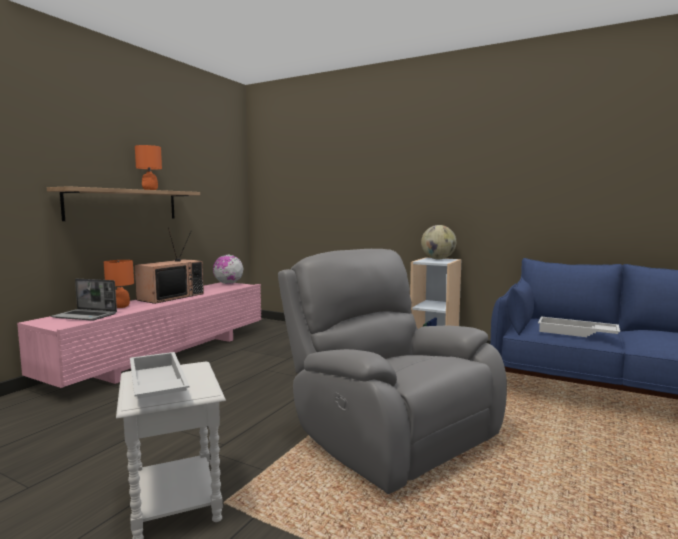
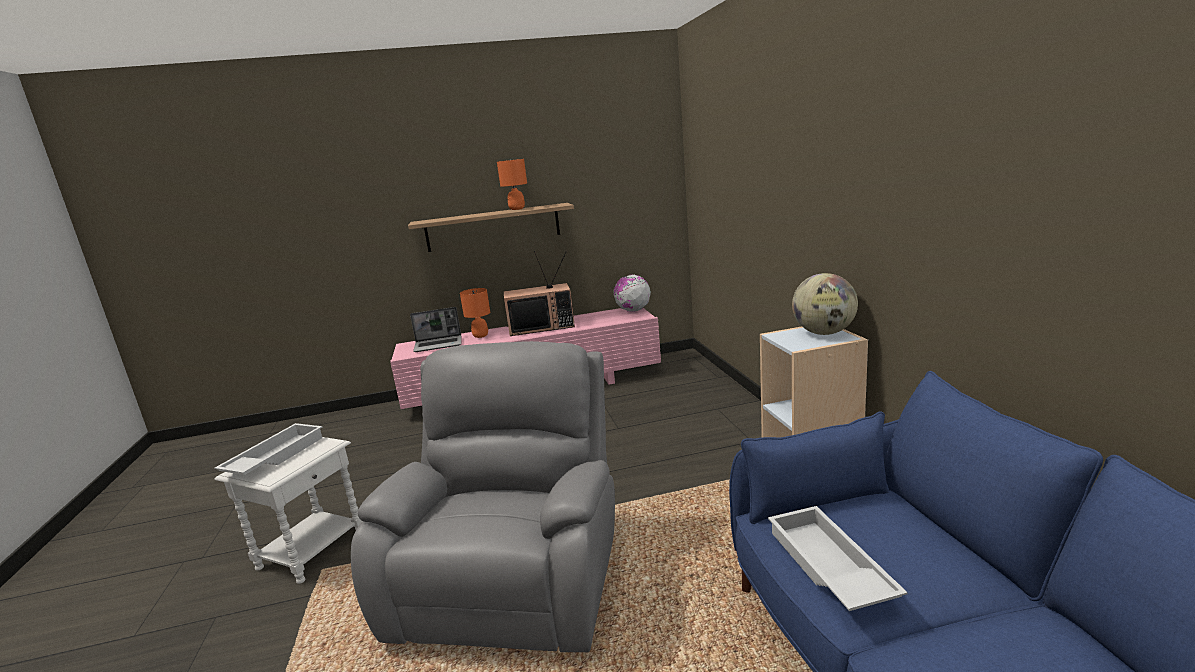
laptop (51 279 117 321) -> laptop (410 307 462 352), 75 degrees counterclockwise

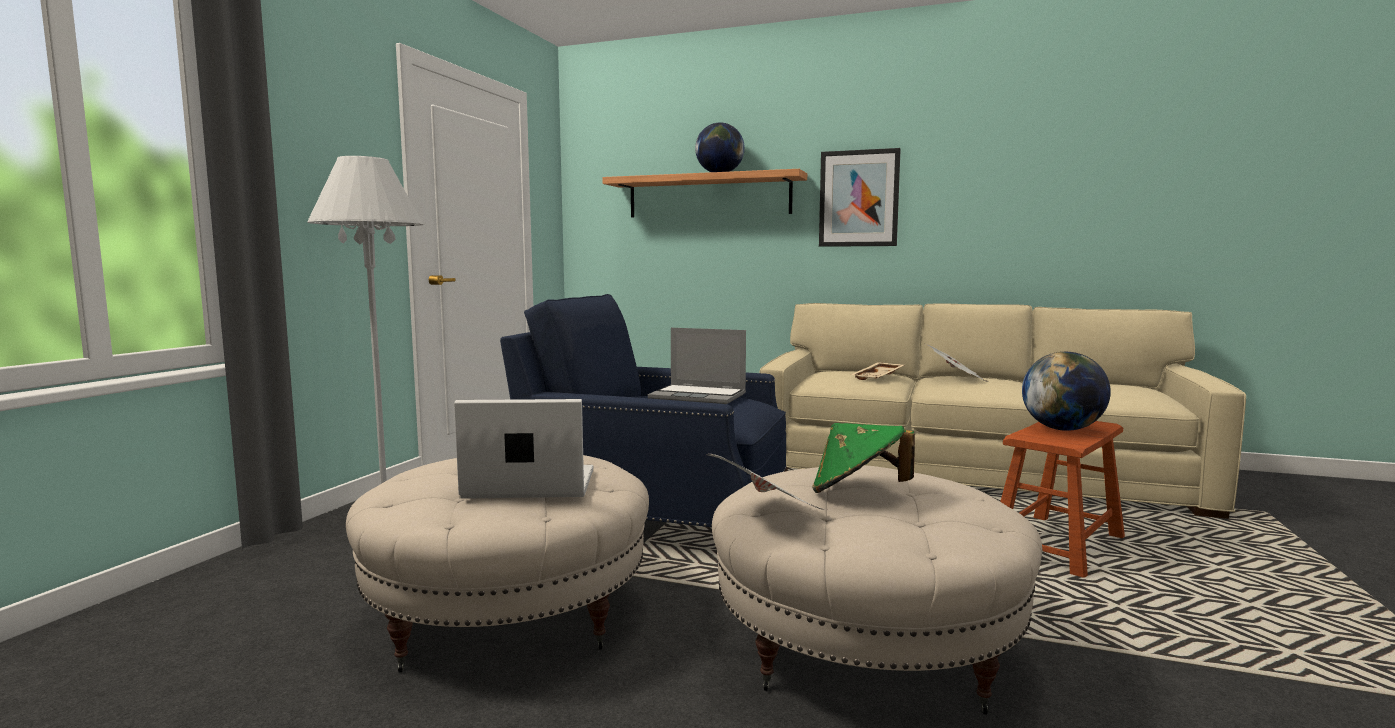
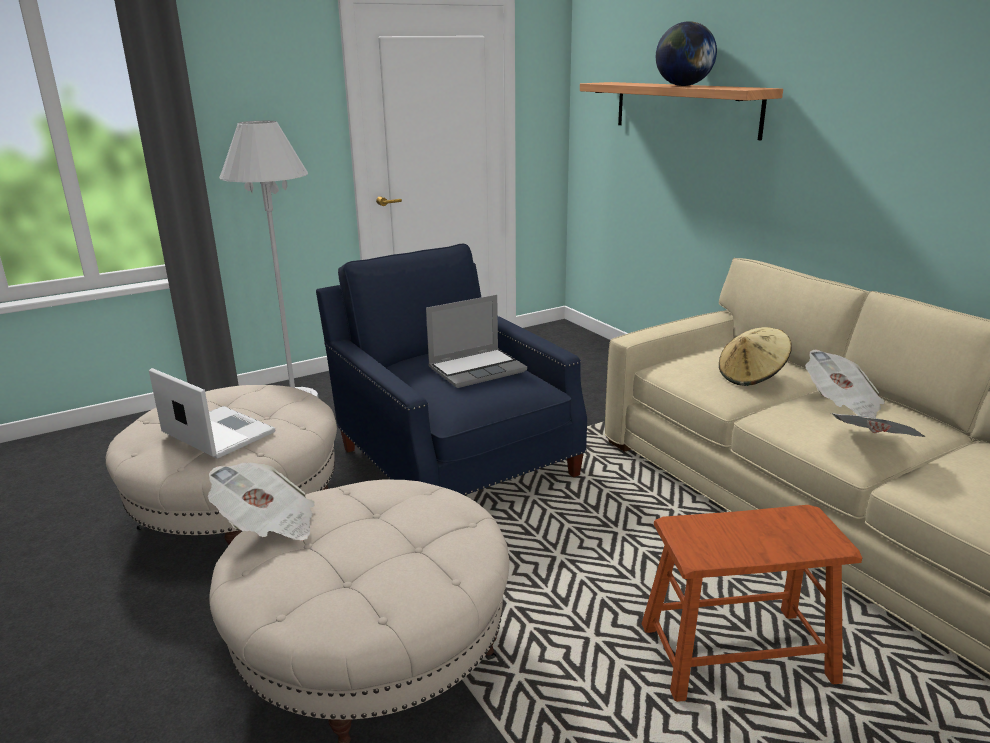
laptop (648 328 746 404) -> laptop (426 295 527 388), 90 degrees counterclockwise
kapelusz [zielony] (812 423 915 493) -> none
obraz (819 148 901 247) -> none
taca [beżowy] (851 362 904 380) -> kapelusz [beżowy] (719 327 792 386)
globus (1022 352 1111 431) -> none
none -> gazeta (831 413 925 437)

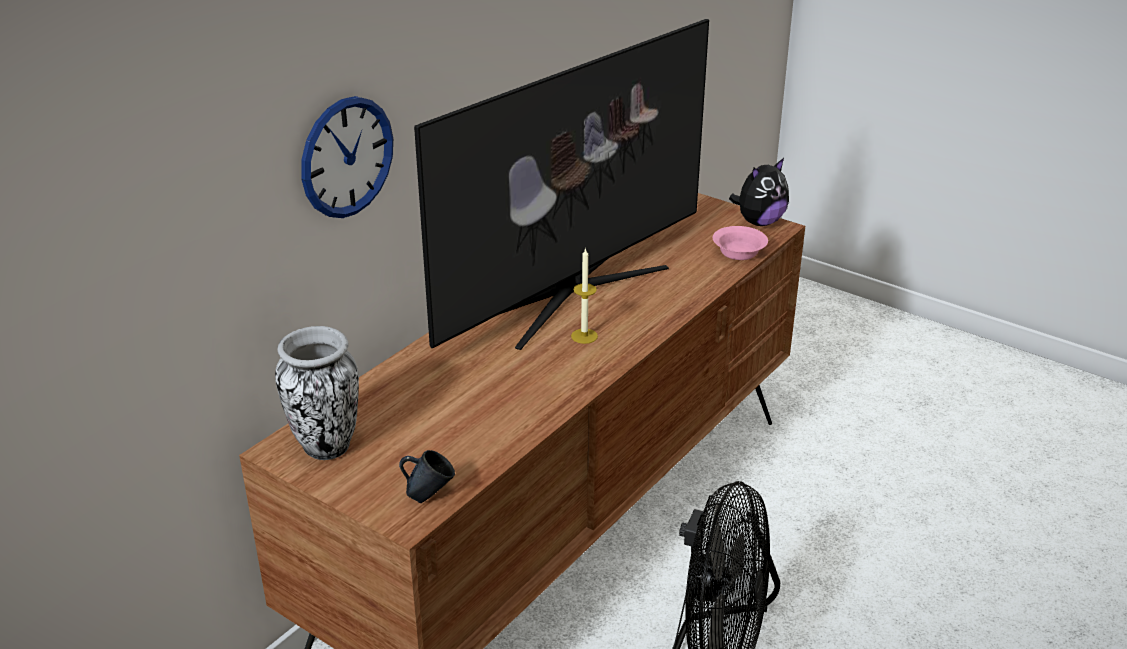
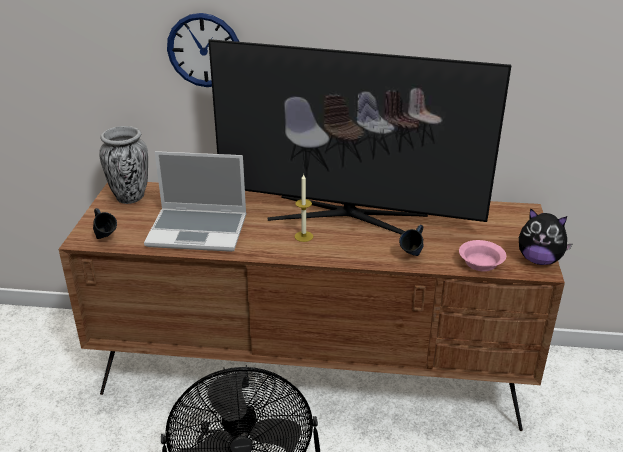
none -> laptop (144 151 246 252)
none -> kubek [niebieski] (399 225 424 256)

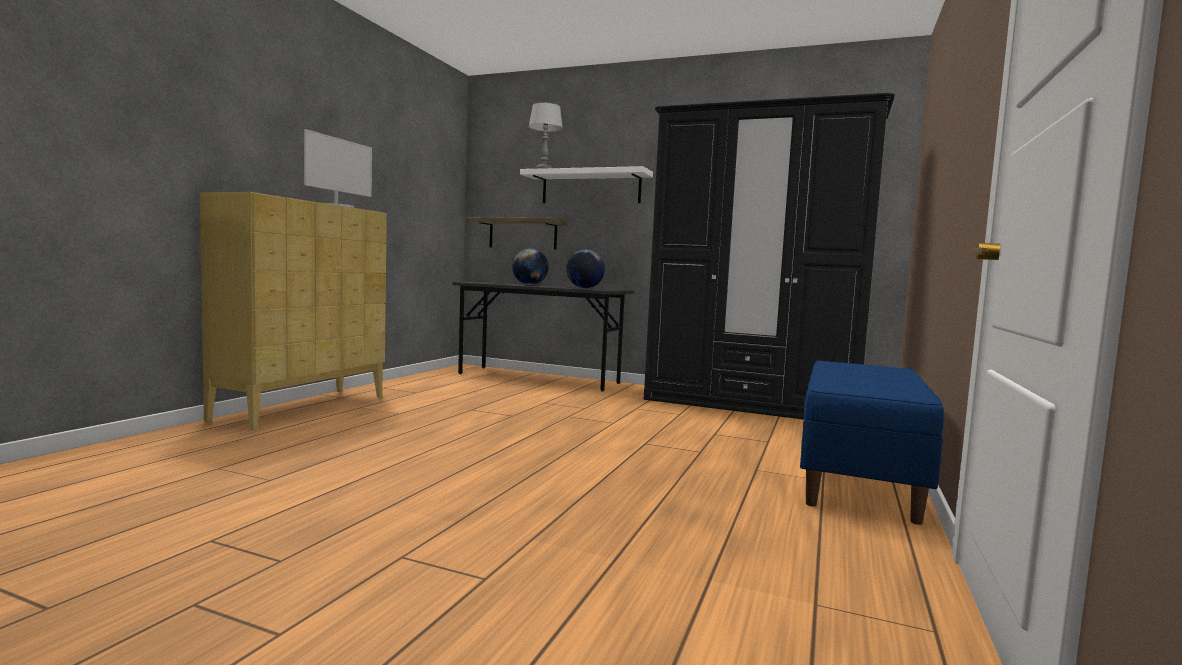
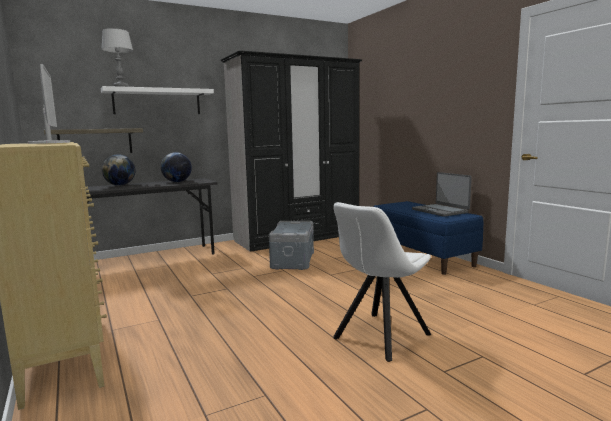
none -> pojemnik do przechowywania [szary] (269 221 314 270)
none -> krzesło [biały] (333 202 431 362)
none -> laptop (412 172 472 217)

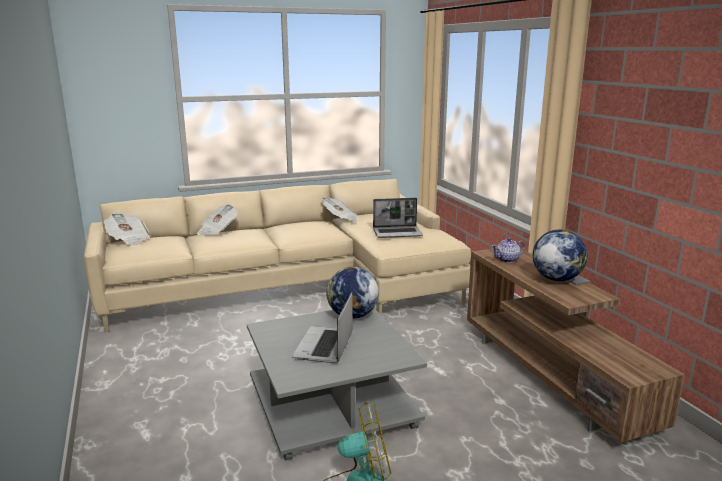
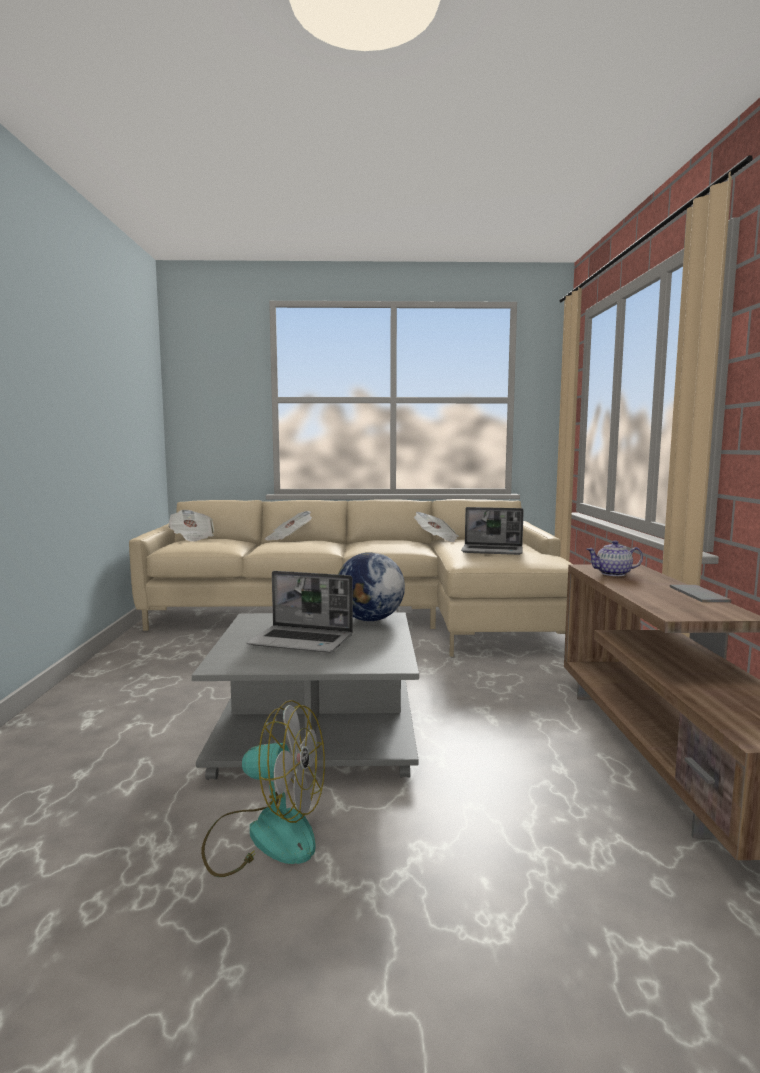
laptop (292 292 353 363) -> laptop (246 571 353 653), 105 degrees counterclockwise
globus (533 229 587 281) -> none

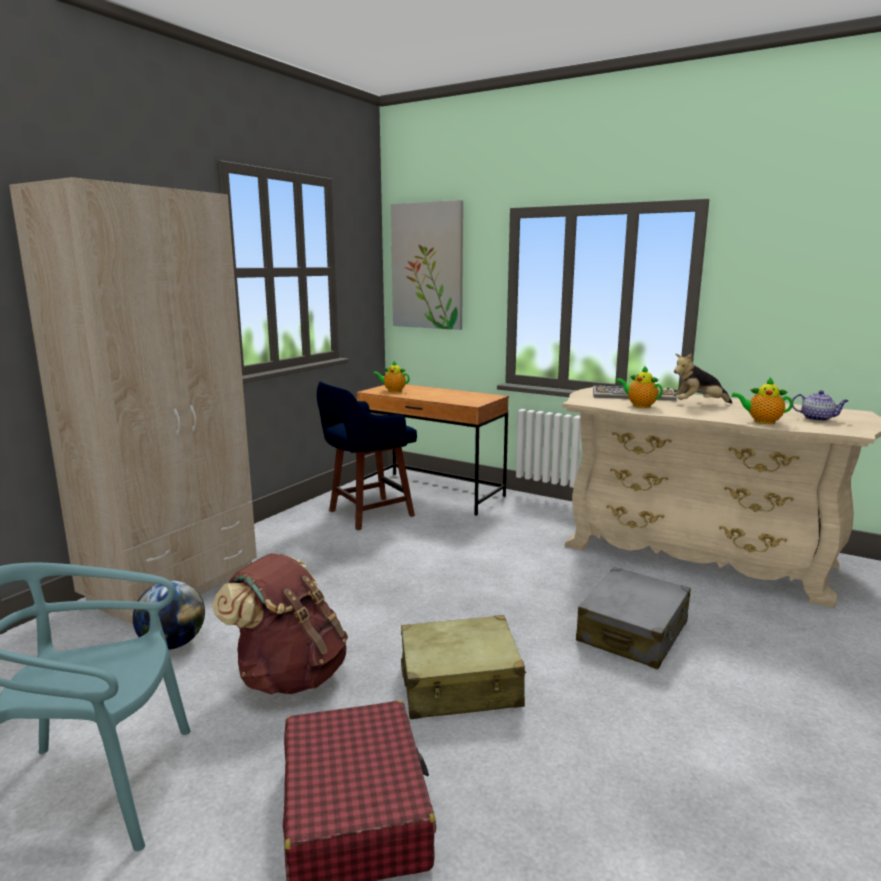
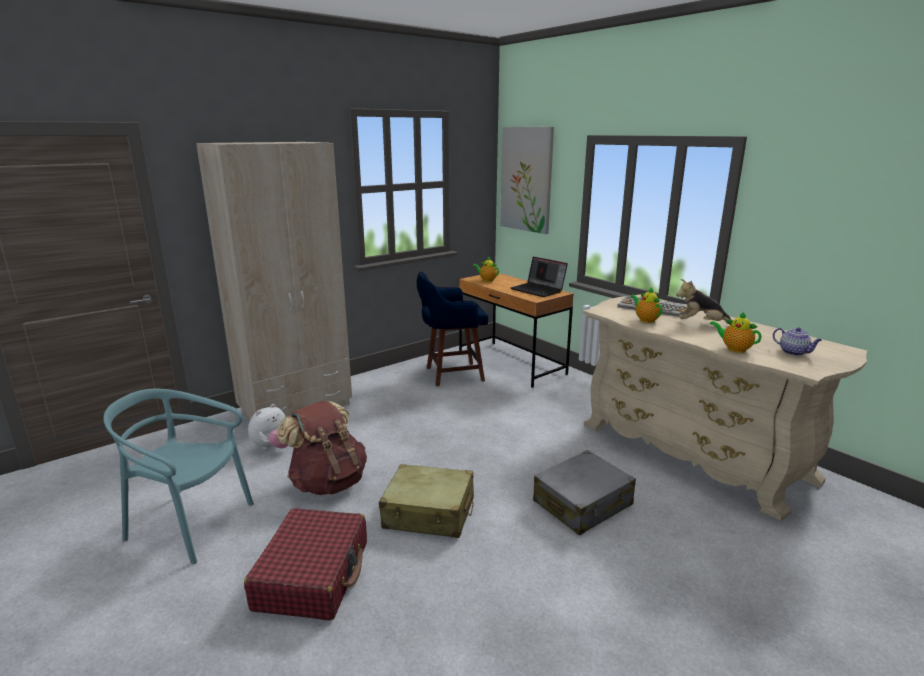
globus (133 581 205 650) -> pluszak (248 404 288 450)
none -> laptop (510 257 568 297)

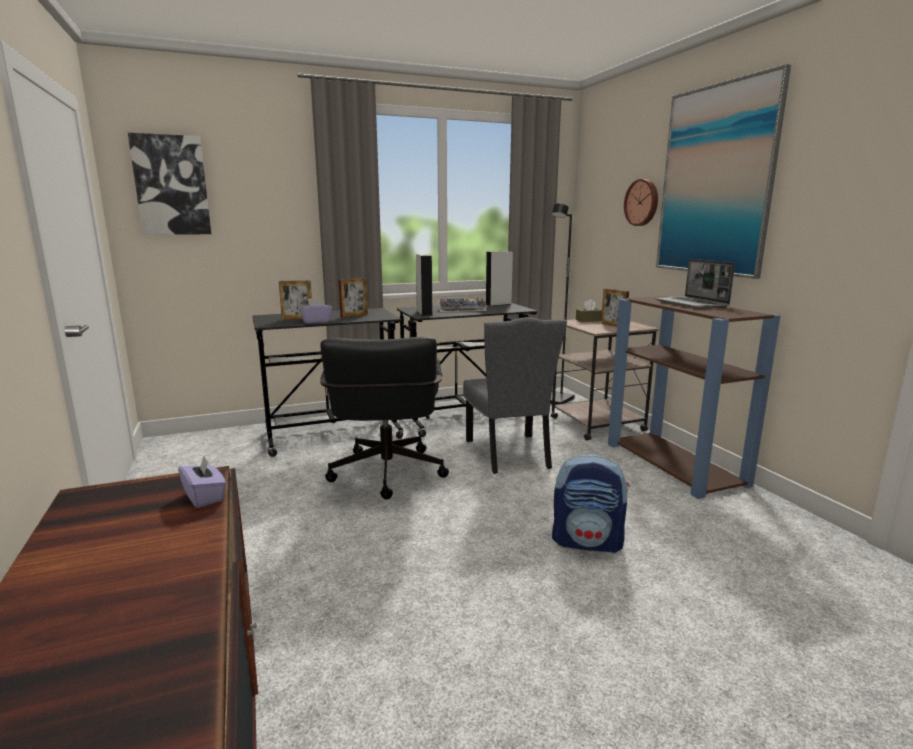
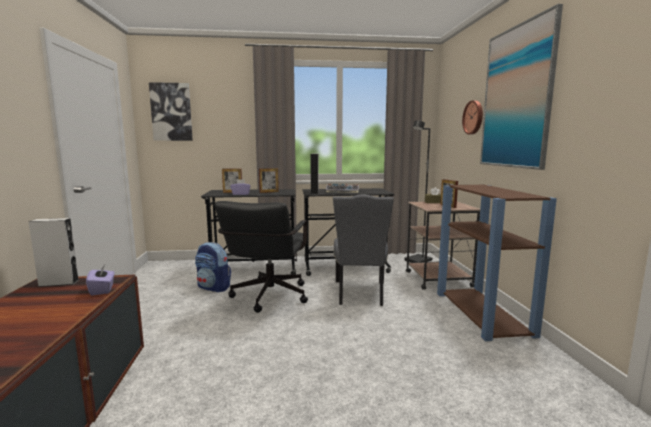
głośnik [szary] (486 251 513 306) -> głośnik [szary] (29 218 79 287), shifted
plecak (552 454 629 553) -> plecak (195 242 231 292), shifted
laptop (655 259 735 309) -> none

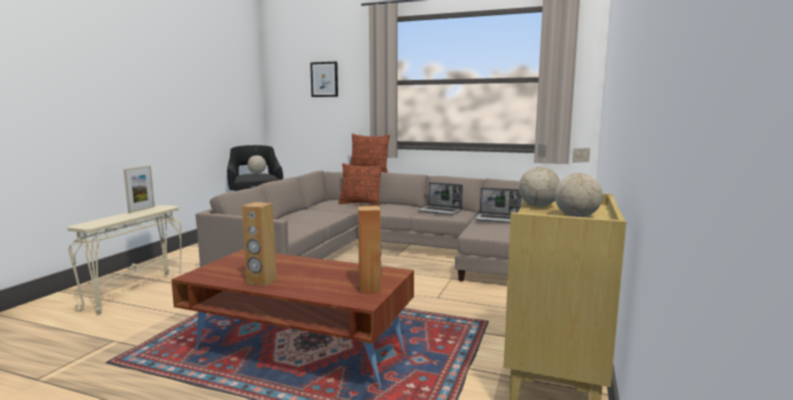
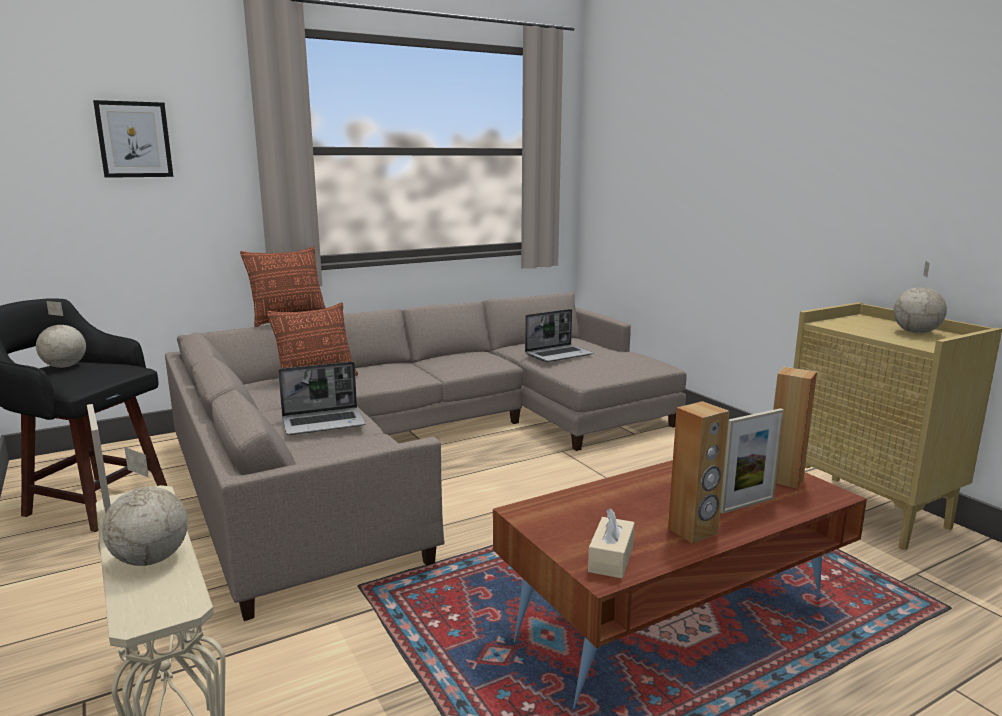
laptop (418 182 463 215) -> laptop (278 361 366 435), shifted
globus (519 144 560 207) -> globus (102 447 188 566), shifted
none -> pudełko chusteczek [beżowy] (588 508 635 578)
none -> ramka na zdjęcie (720 408 784 514)

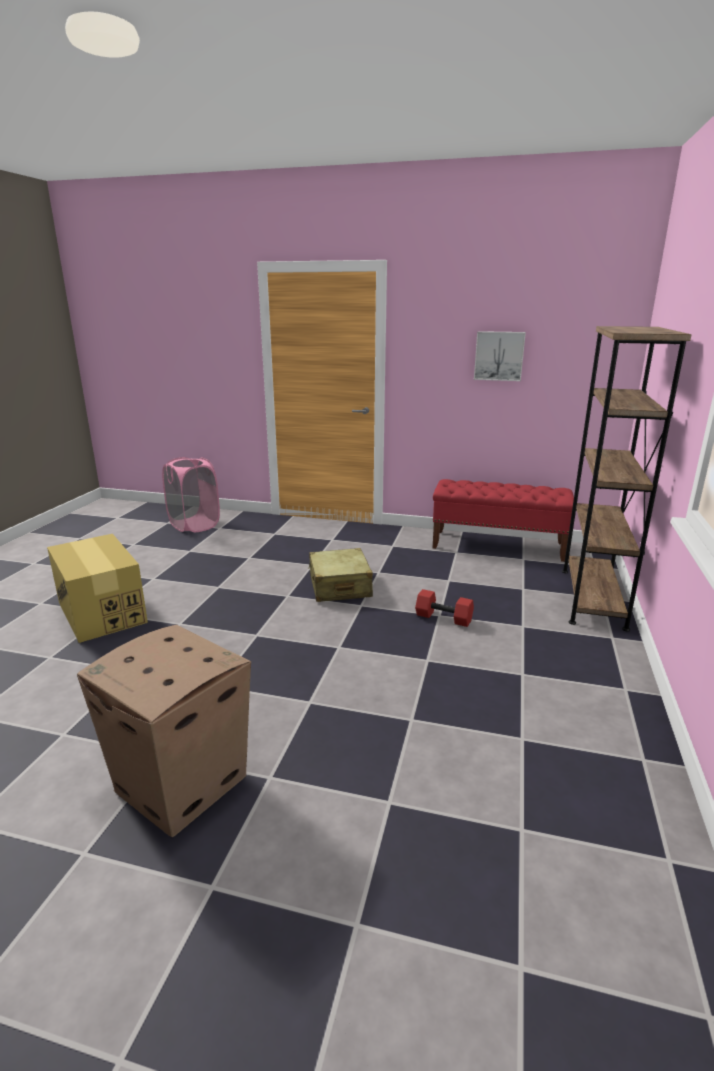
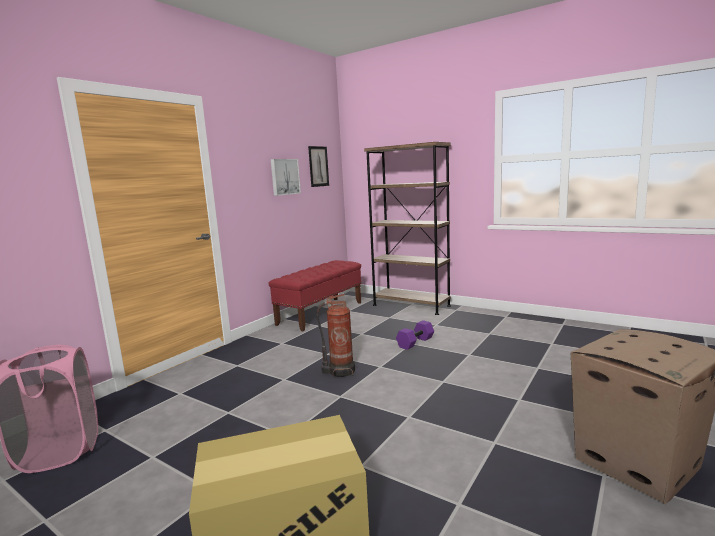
walizka [beżowy] (308 548 373 602) -> gaśnica (316 294 355 377)
hantel [czerwony] (415 589 474 627) -> hantel [fioletowy] (396 320 434 350)
none -> obraz (308 146 329 187)

